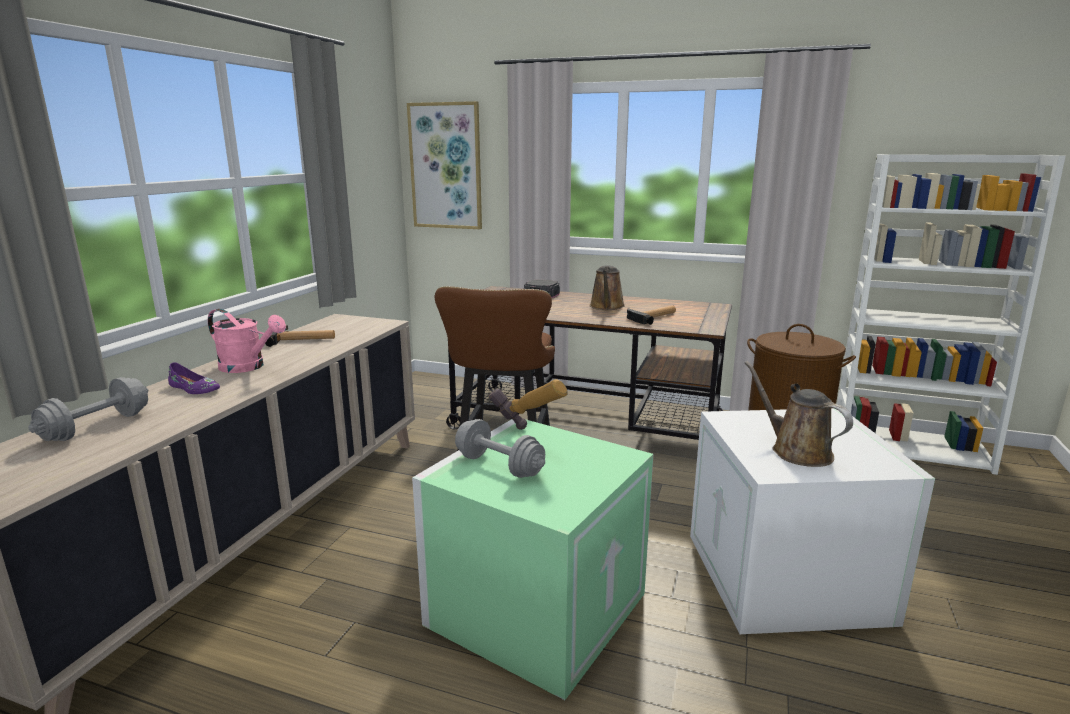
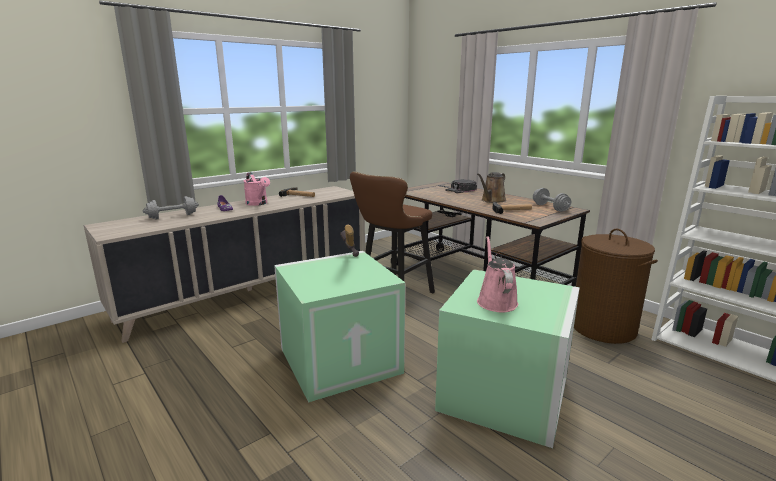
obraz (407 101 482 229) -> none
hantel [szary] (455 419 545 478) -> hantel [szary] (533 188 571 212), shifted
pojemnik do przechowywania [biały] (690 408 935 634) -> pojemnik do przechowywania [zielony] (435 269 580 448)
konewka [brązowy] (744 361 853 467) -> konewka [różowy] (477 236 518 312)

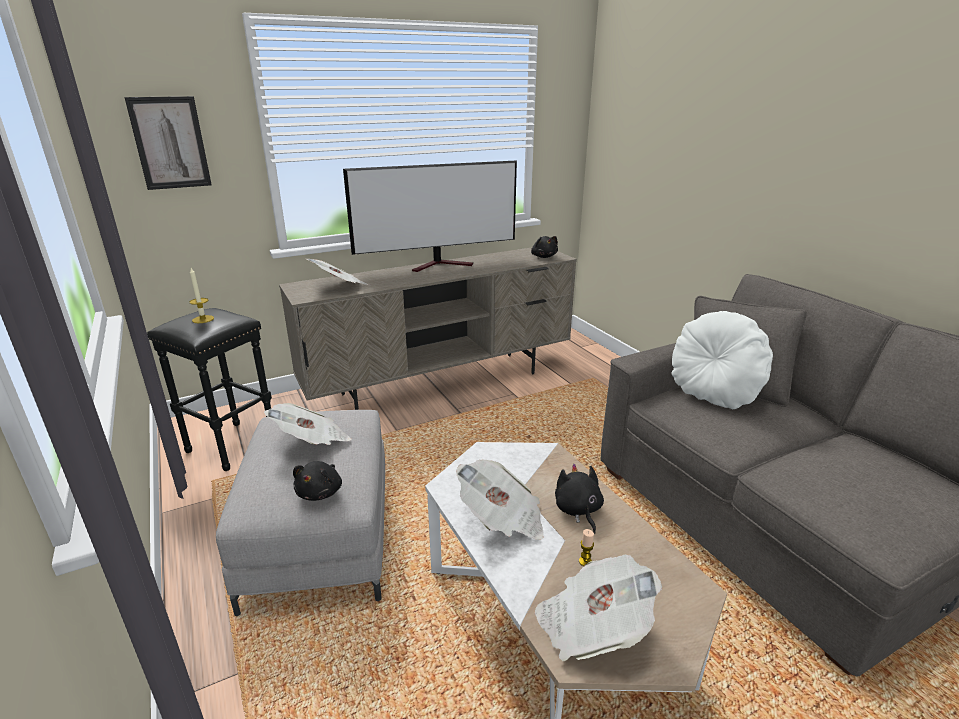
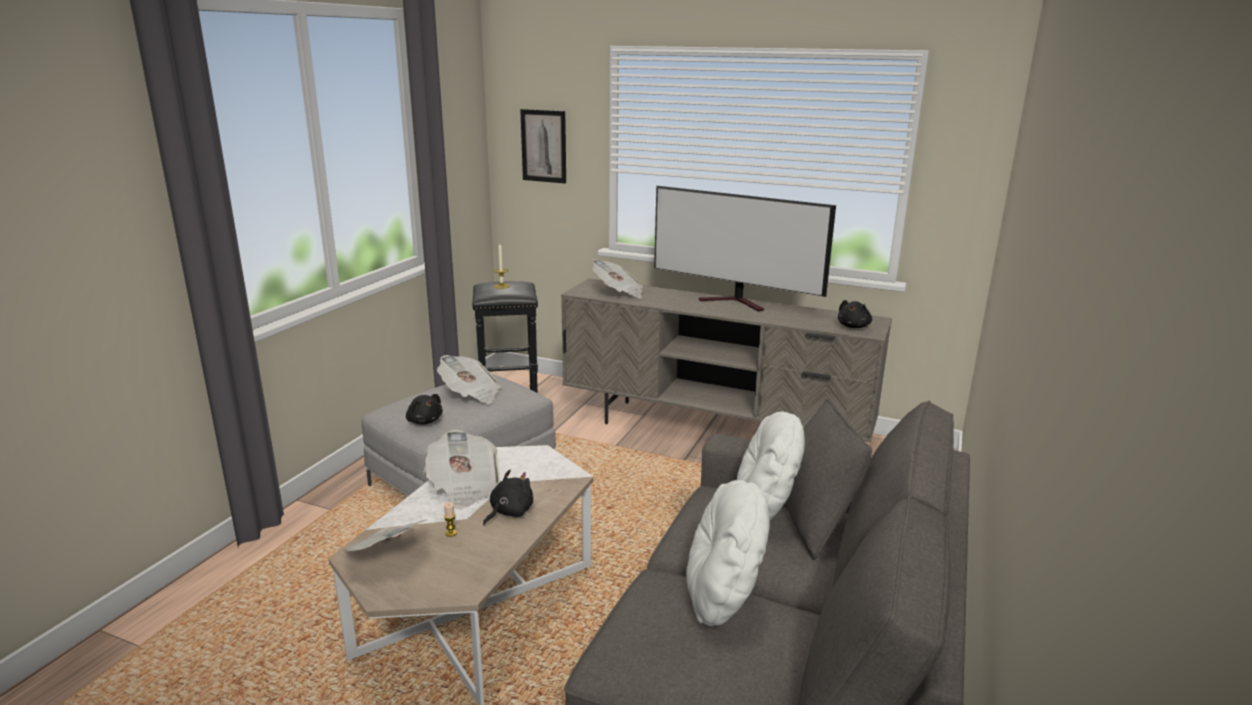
pluszak [czarny] (293 461 342 501) -> pluszak [czarny] (406 394 443 424), 105 degrees counterclockwise
none -> poduszka [biały] (686 480 769 626)

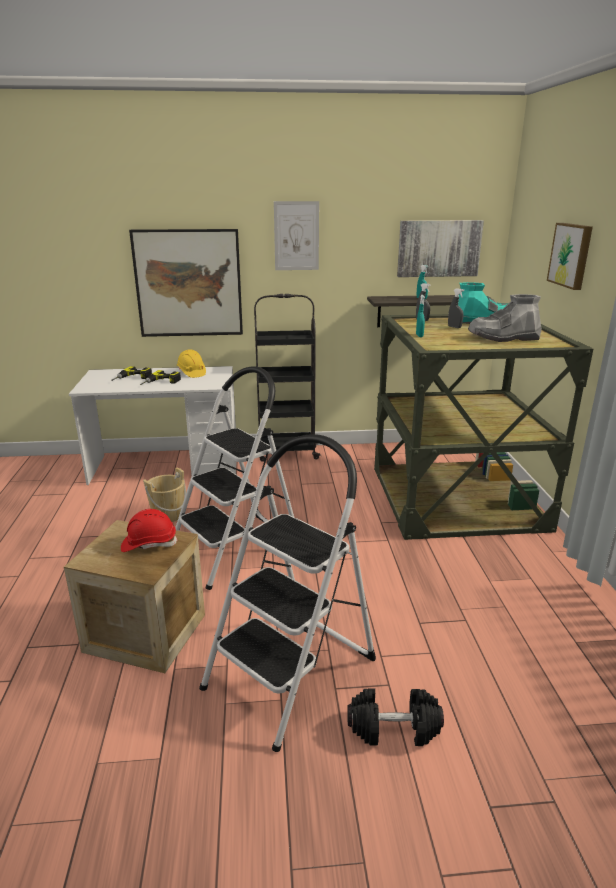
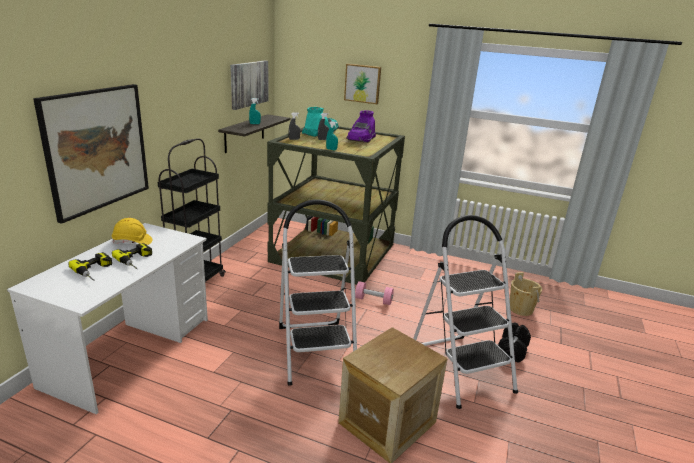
kask [czerwony] (121 509 178 552) -> none
wiadro [beżowy] (143 468 186 522) -> wiadro [beżowy] (510 272 542 316), shifted
obraz (274 201 319 270) -> none
but z cholewką [szary] (468 294 542 342) -> but z cholewką [fioletowy] (347 110 376 143)
none -> hantel [różowy] (355 281 394 305)

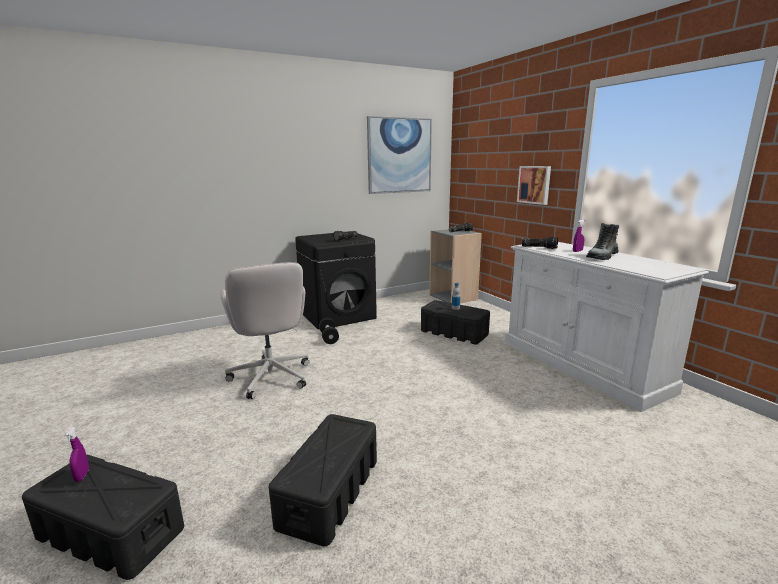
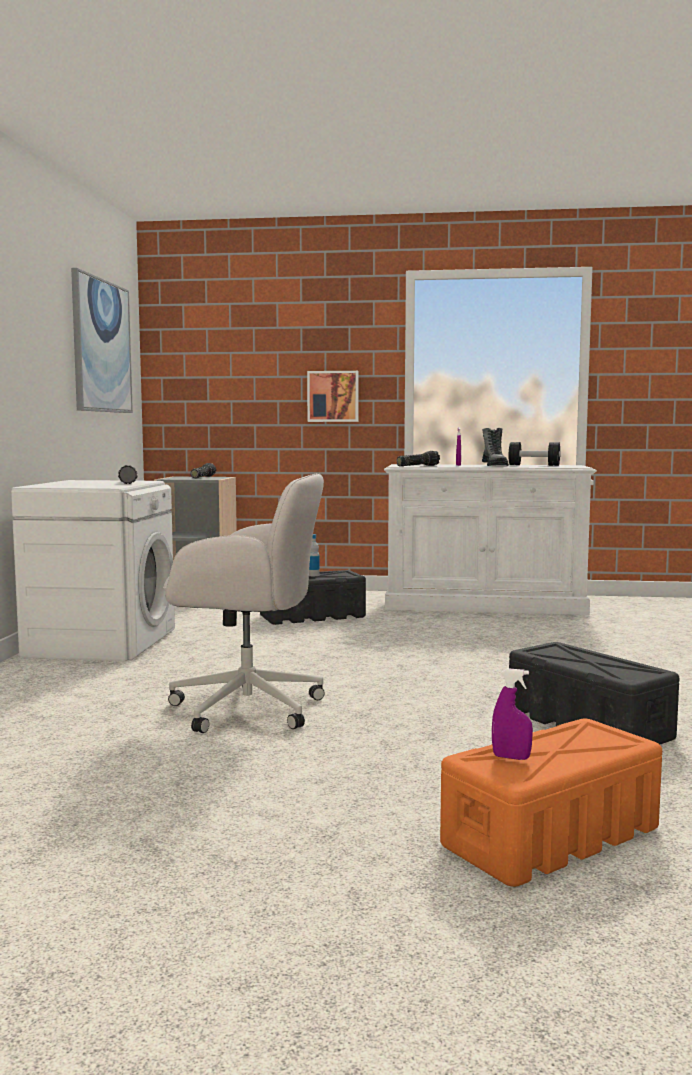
pojemnik do przechowywania [czarny] (22 455 184 580) -> pojemnik do przechowywania [pomarańczowy] (440 719 662 887)
pralka [czarny] (295 233 377 329) -> pralka [biały] (11 480 175 661)
hantel [czarny] (319 318 339 344) -> hantel [czarny] (509 442 561 466), shifted

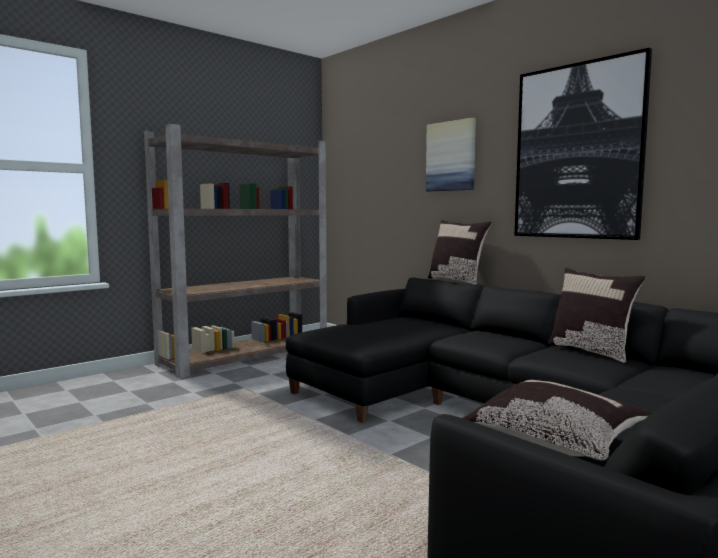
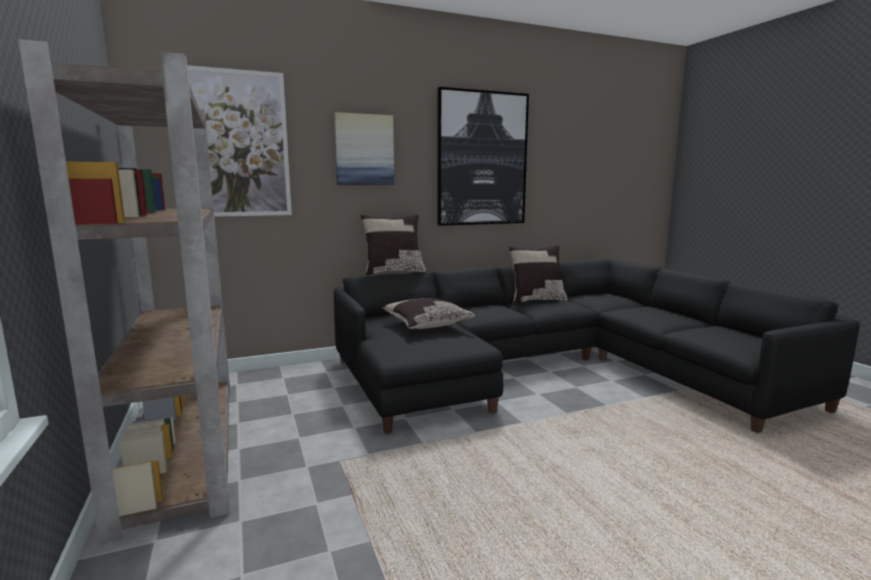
poduszka (463 380 651 460) -> poduszka (382 298 475 329), shifted
none -> obraz (187 65 292 217)

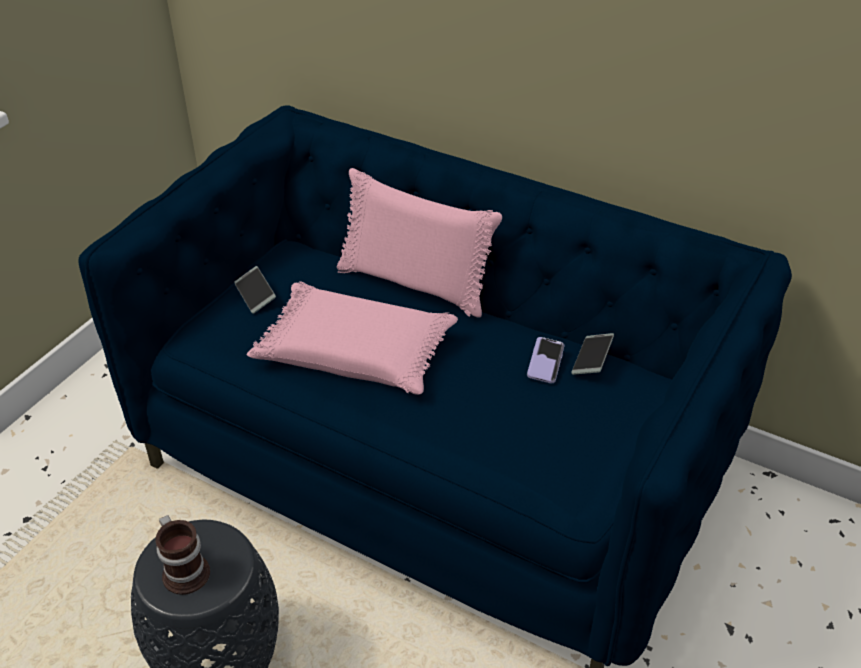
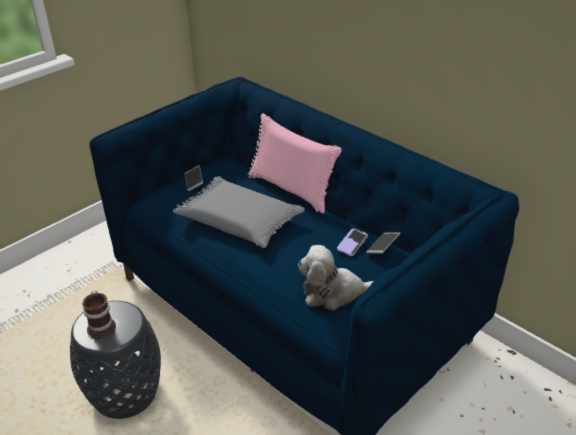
poduszka [różowy] (247 281 458 395) -> poduszka [szary] (173 176 305 248)
none -> pluszak (298 245 373 310)

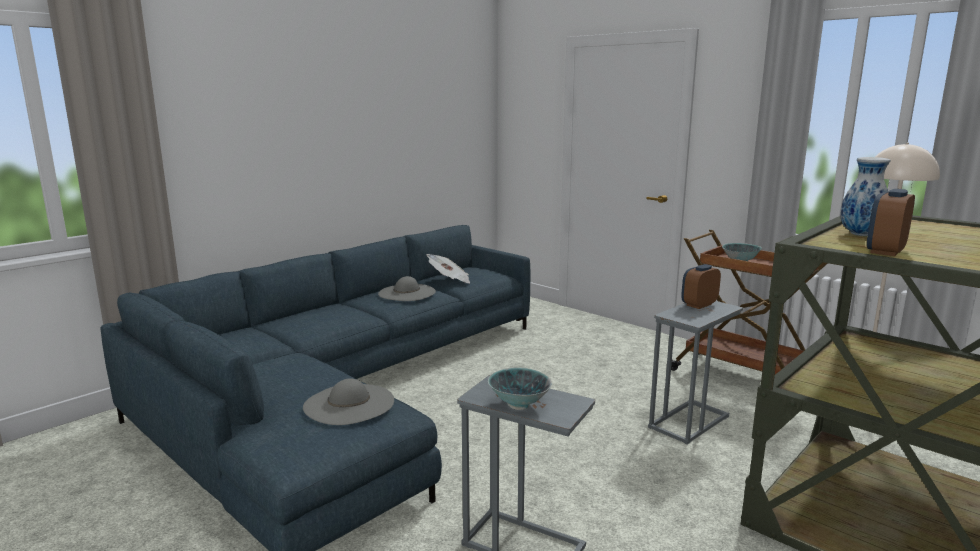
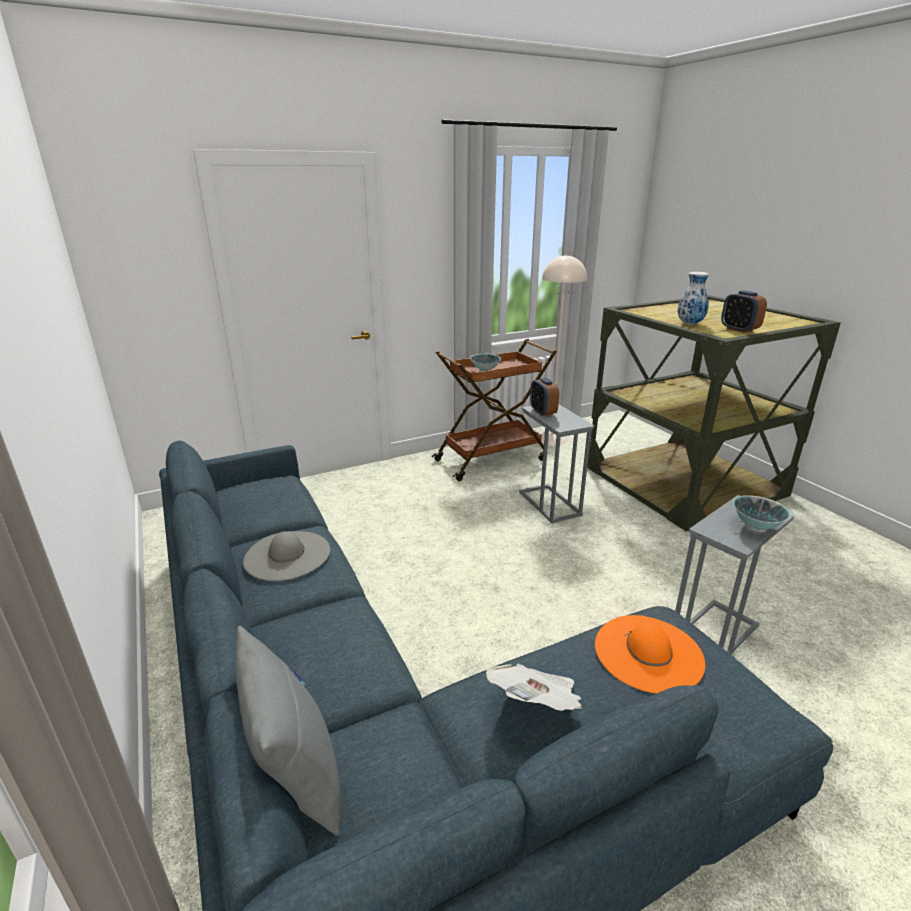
kapelusz [szary] (303 378 394 425) -> kapelusz [pomarańczowy] (595 615 705 694)
gazeta (427 254 470 283) -> gazeta (486 664 582 711), shifted
none -> poduszka [szary] (235 626 341 836)

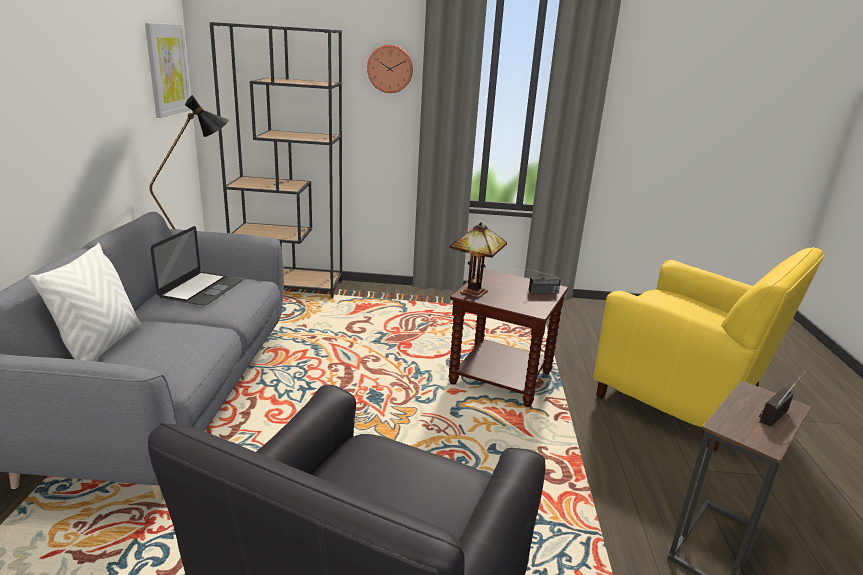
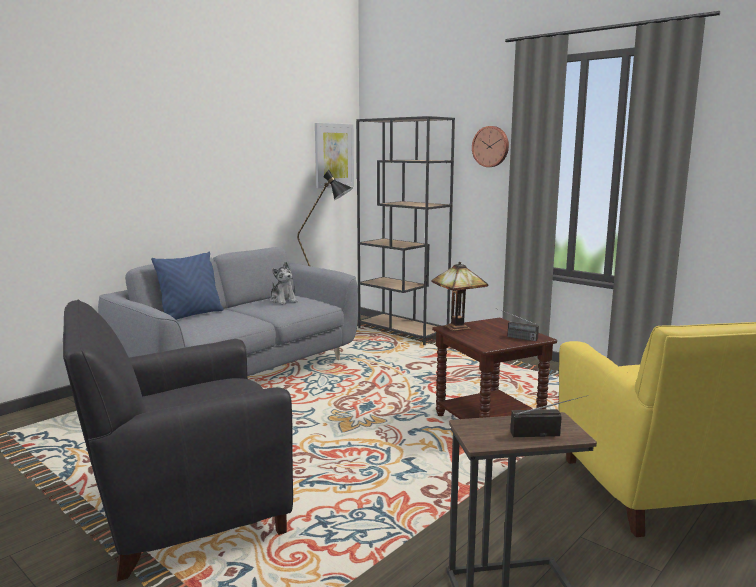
poduszka [biały] (29 243 141 361) -> poduszka [niebieski] (151 252 224 320)
laptop (150 226 243 306) -> pluszak (270 262 298 305)

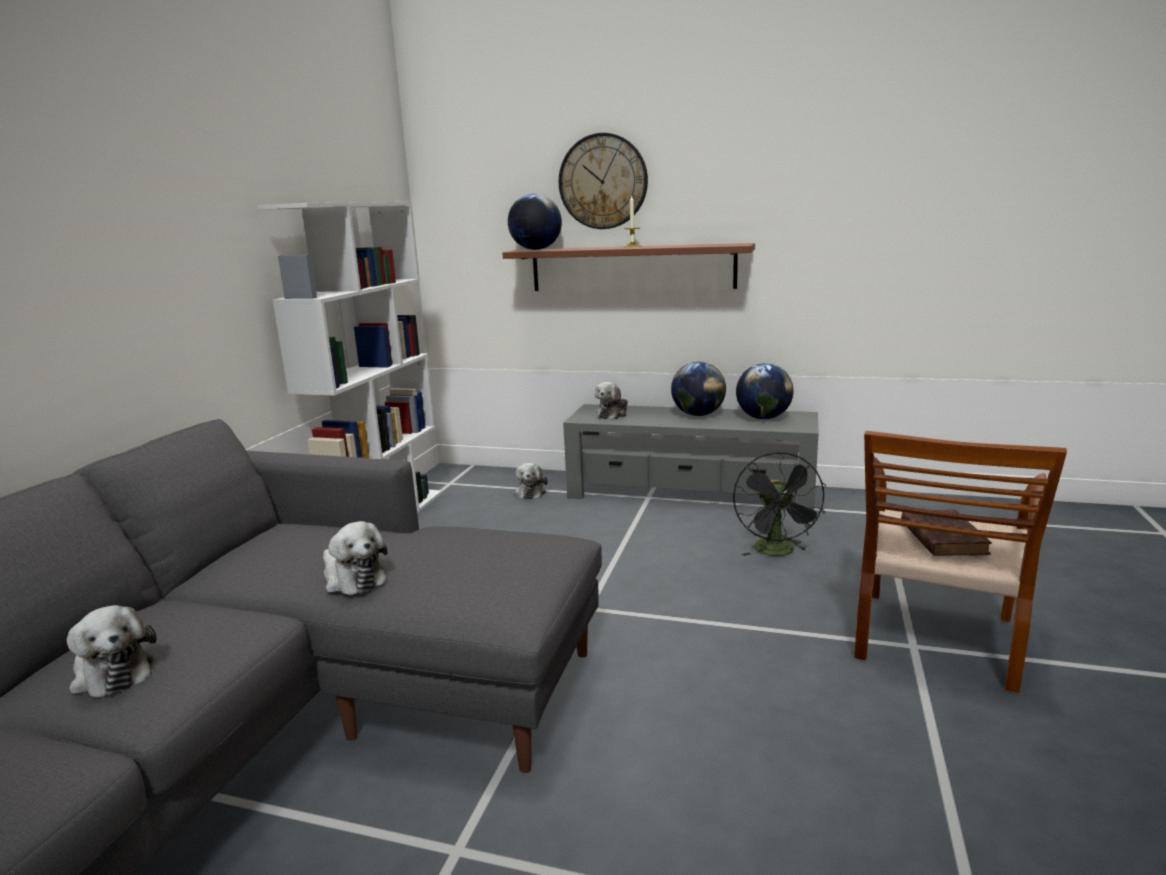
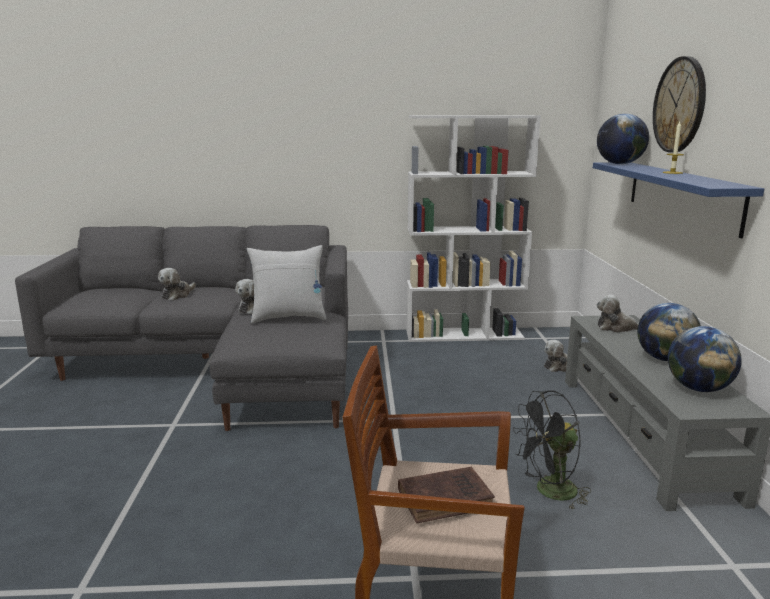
półka [brązowy] (502 243 755 291) -> półka [niebieski] (593 162 764 238)
none -> poduszka [szary] (247 245 326 323)

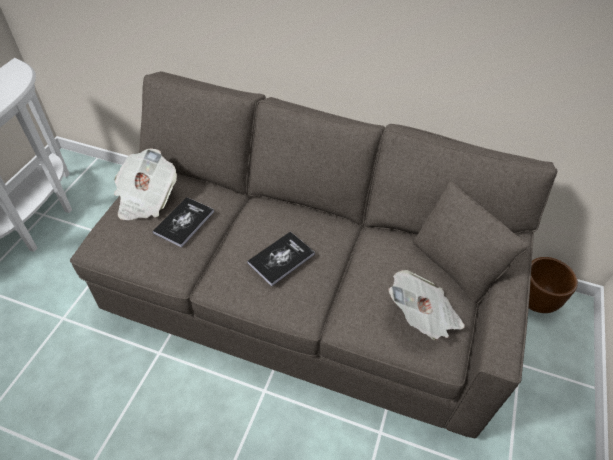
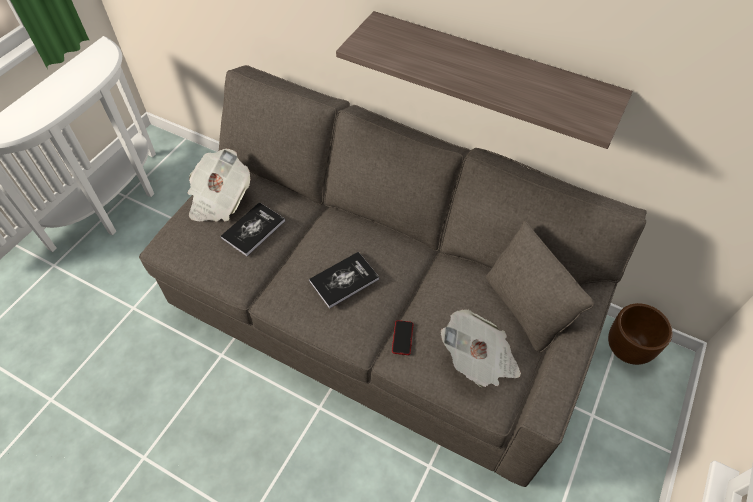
none -> półka (336 11 633 149)
none -> telefon (392 320 413 355)

